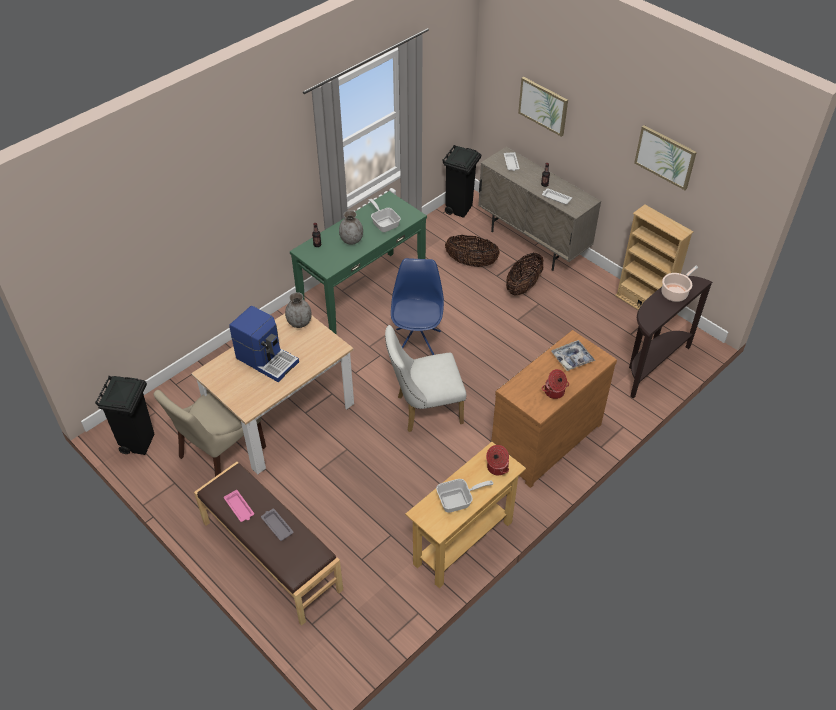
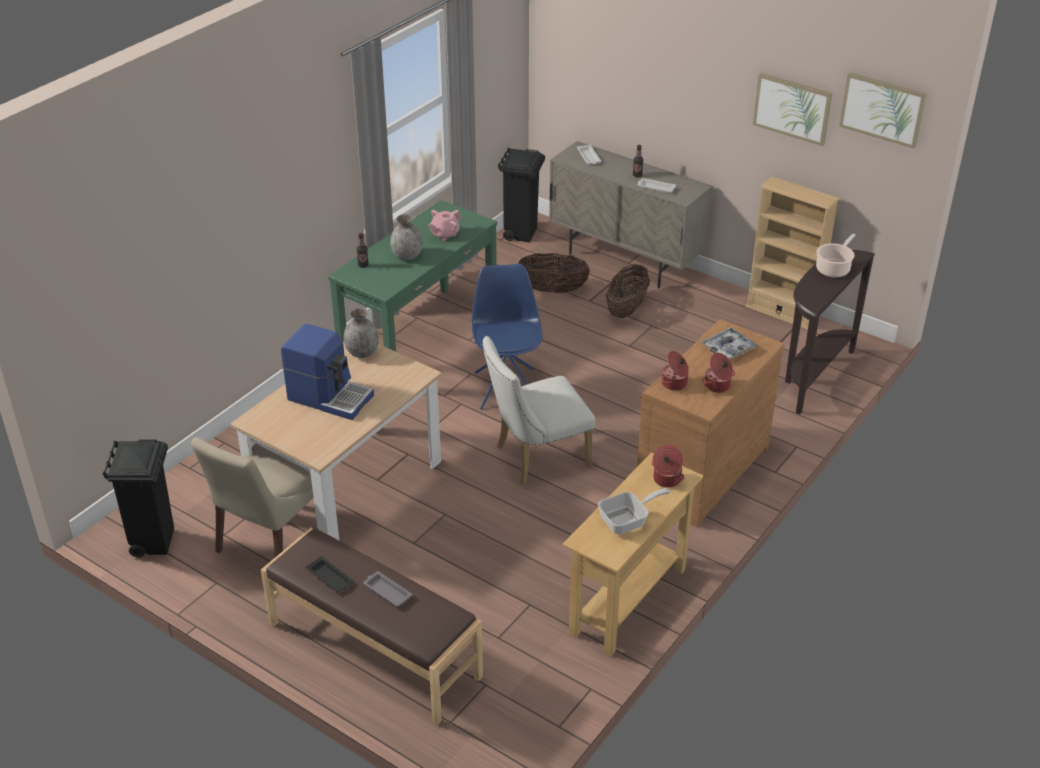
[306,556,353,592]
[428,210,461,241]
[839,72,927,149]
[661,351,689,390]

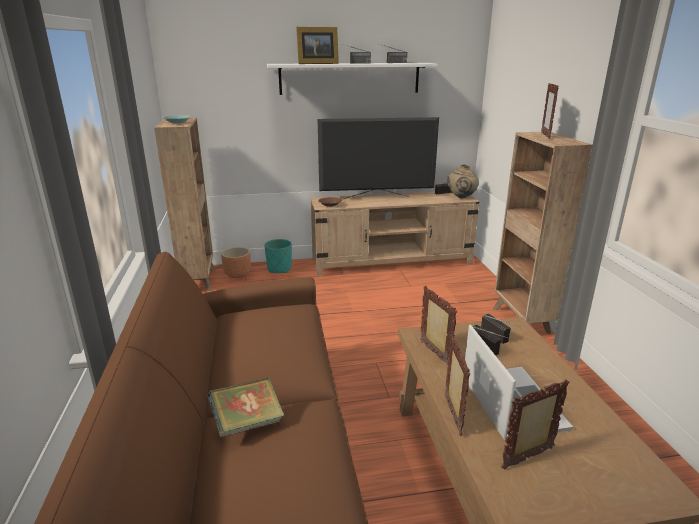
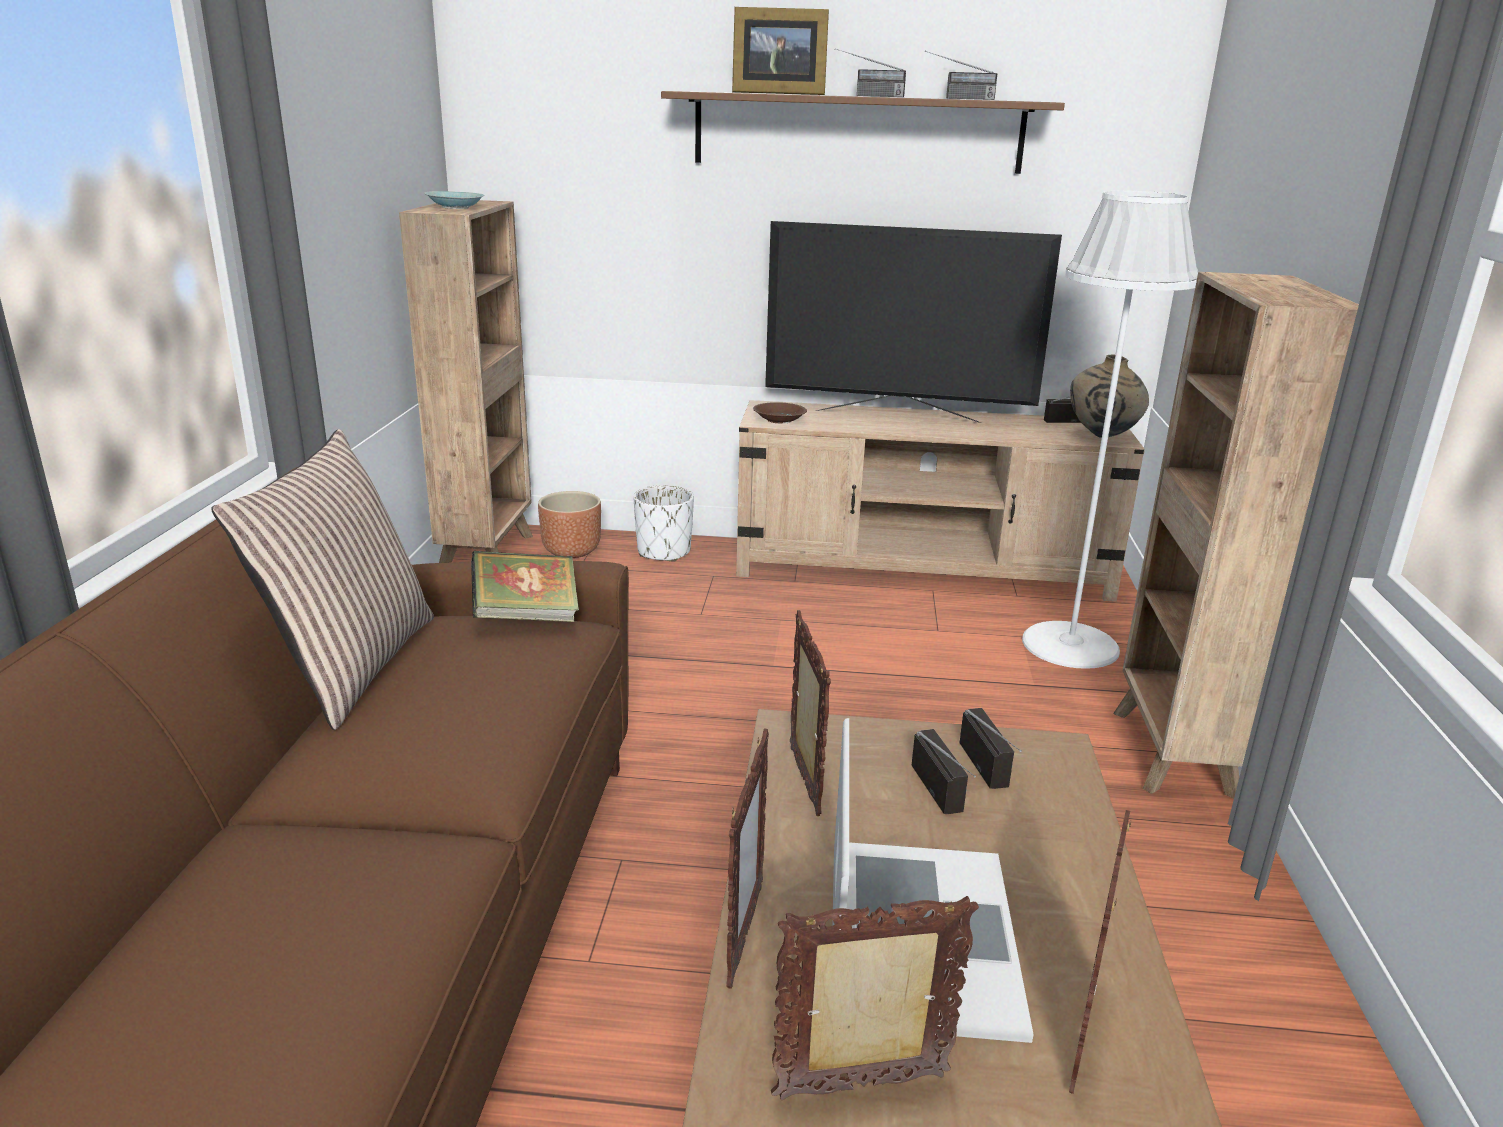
[471,551,579,622]
[633,485,694,562]
[661,91,1065,174]
[1069,810,1131,1094]
[211,429,434,730]
[1022,191,1198,669]

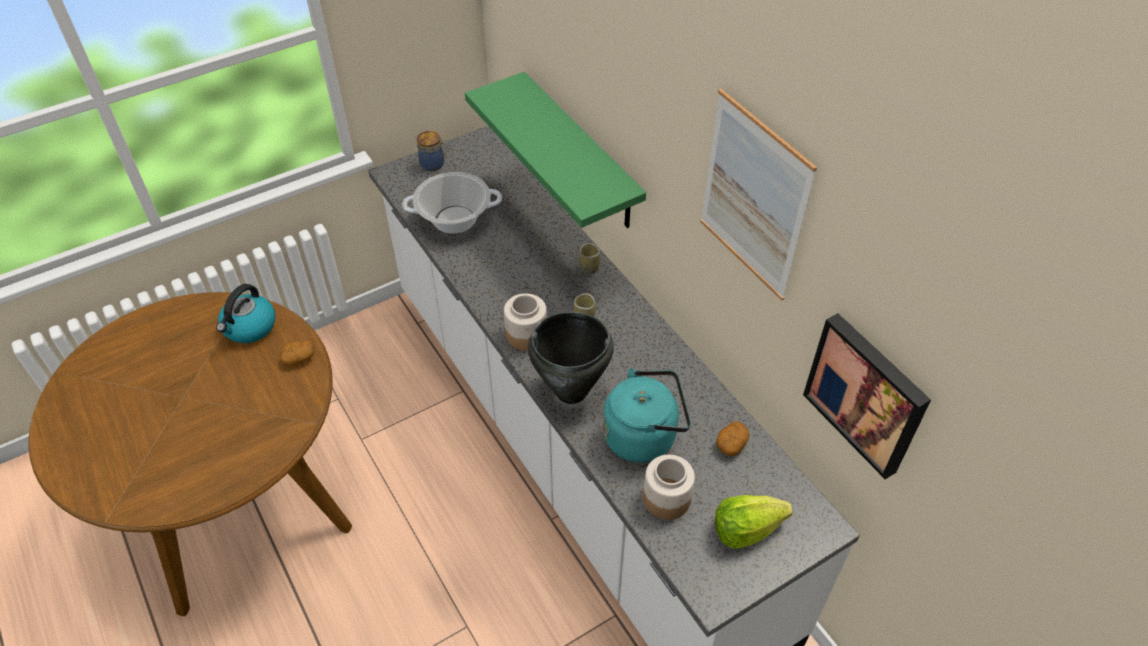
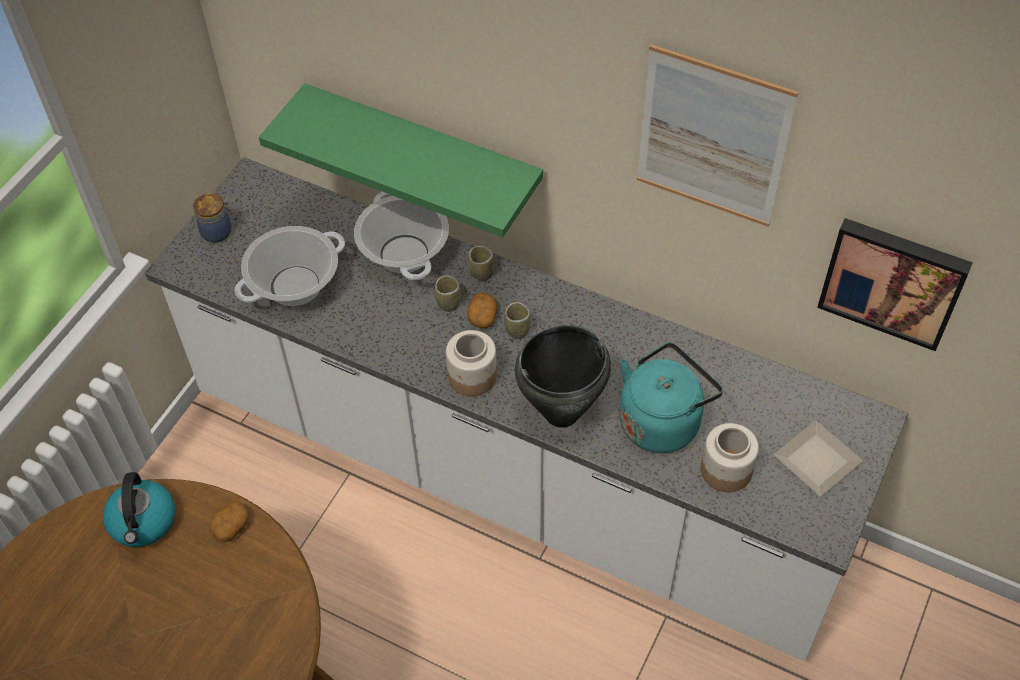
[774,421,863,496]
[467,293,497,328]
[354,192,449,280]
[435,275,461,312]

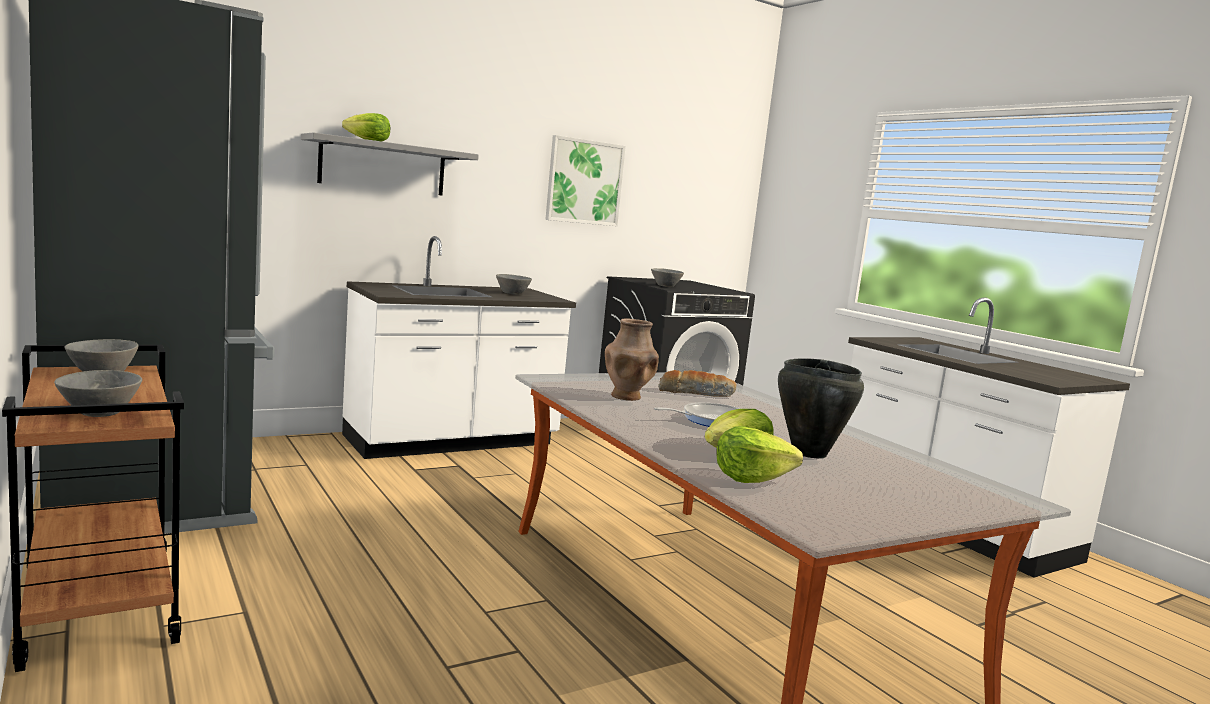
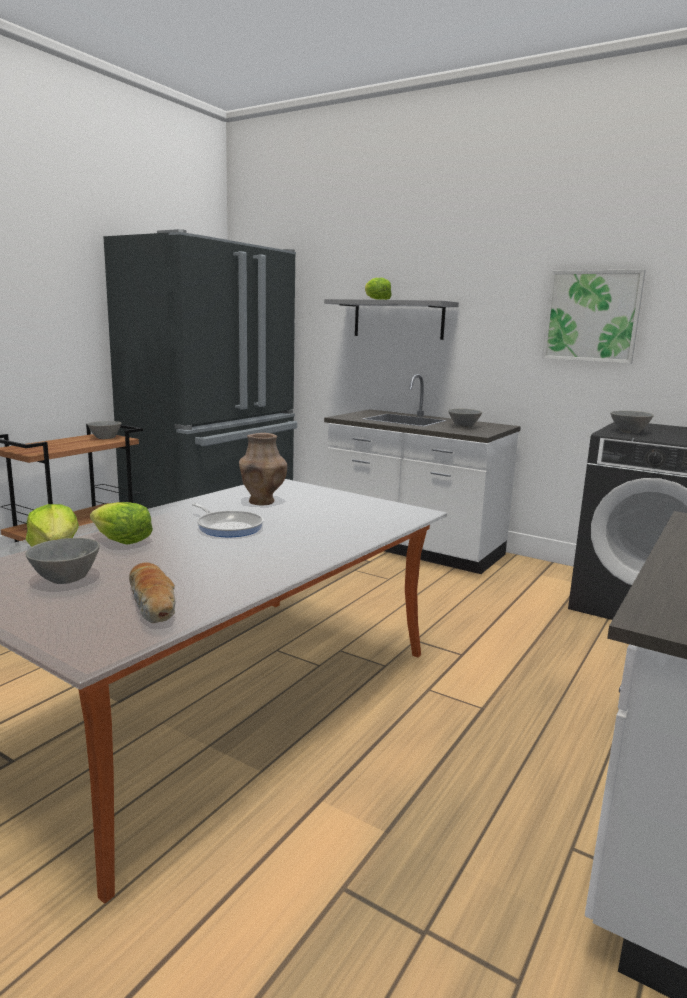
[25,538,100,584]
[129,562,175,623]
[778,358,864,458] (first image)

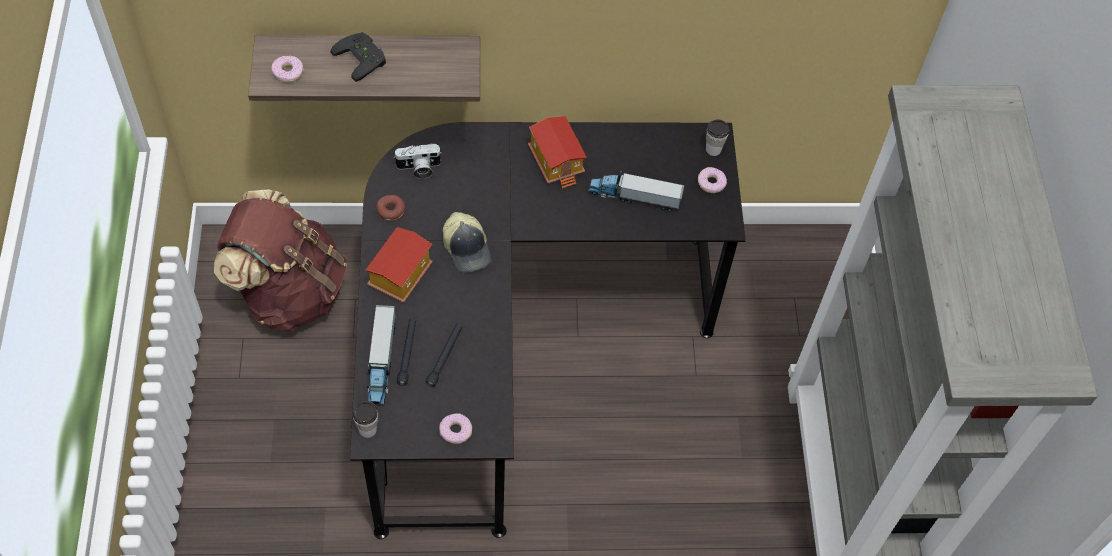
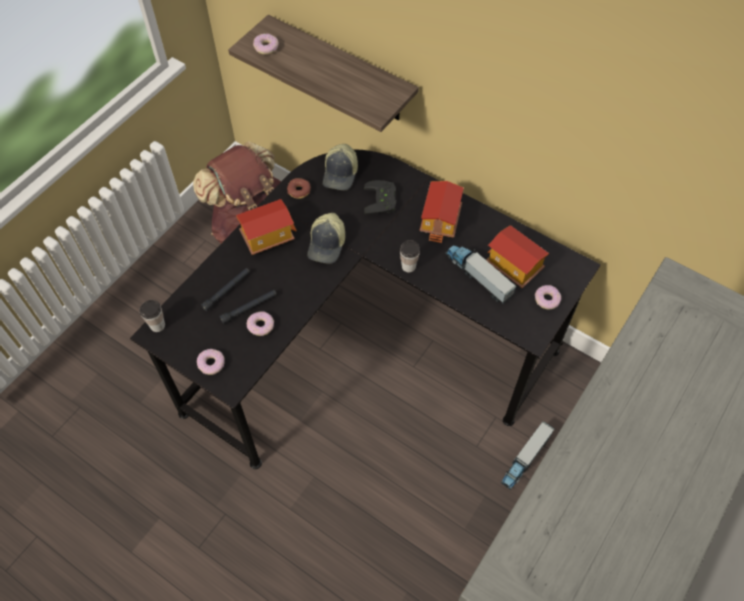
[364,180,396,215]
[500,421,554,490]
[323,144,358,190]
[400,240,420,272]
[247,311,274,336]
[486,225,549,288]

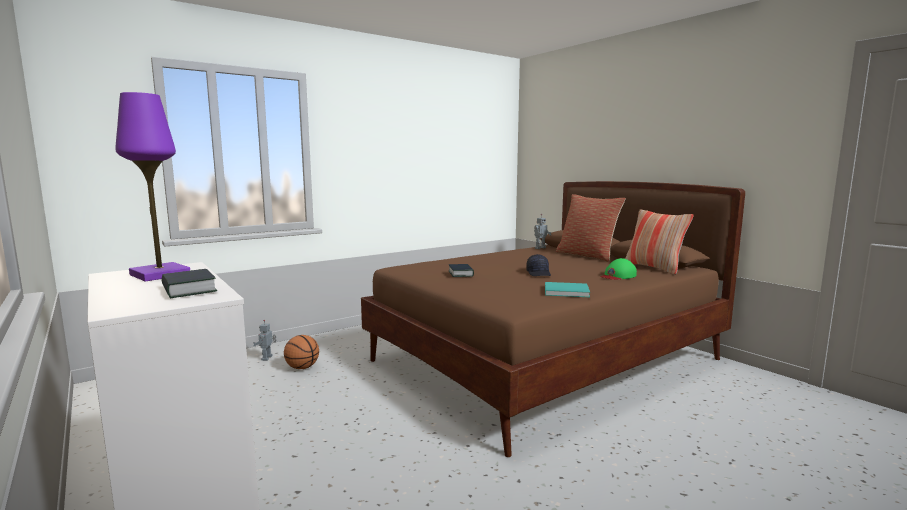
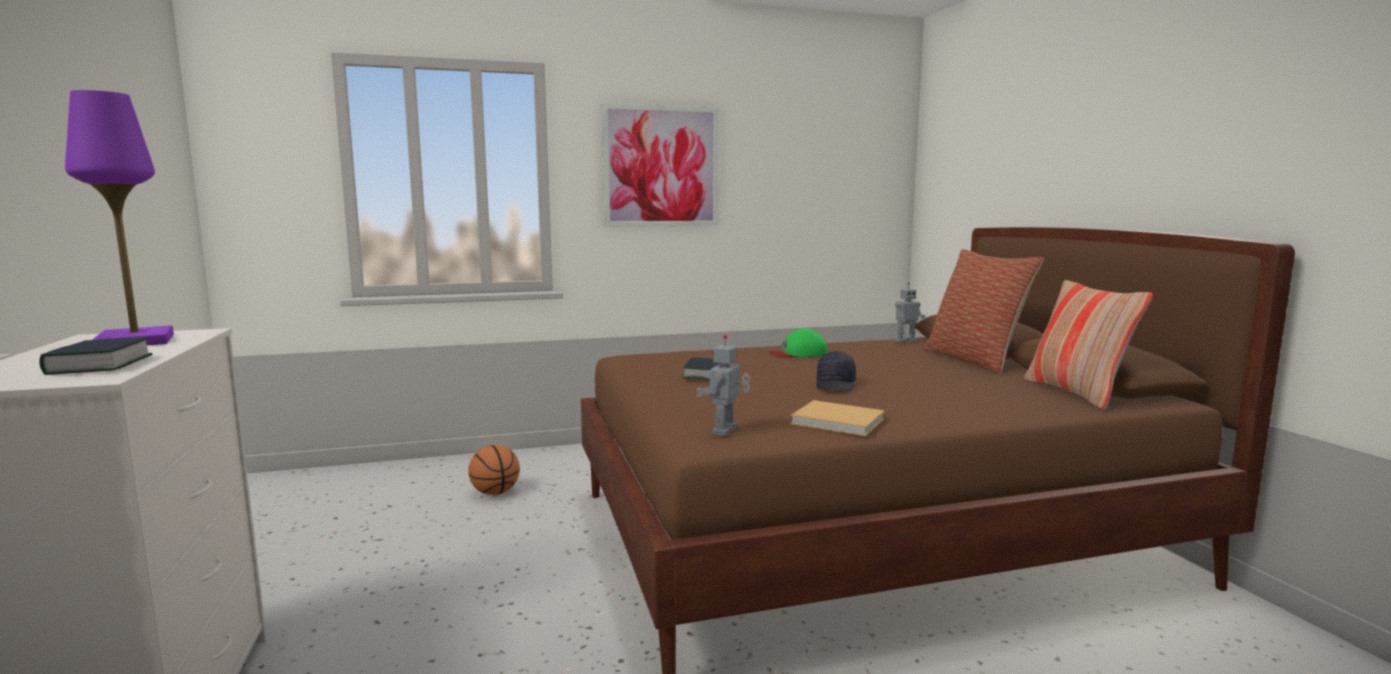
[696,335,751,436]
[790,400,885,436]
[769,328,828,357]
[602,103,719,227]

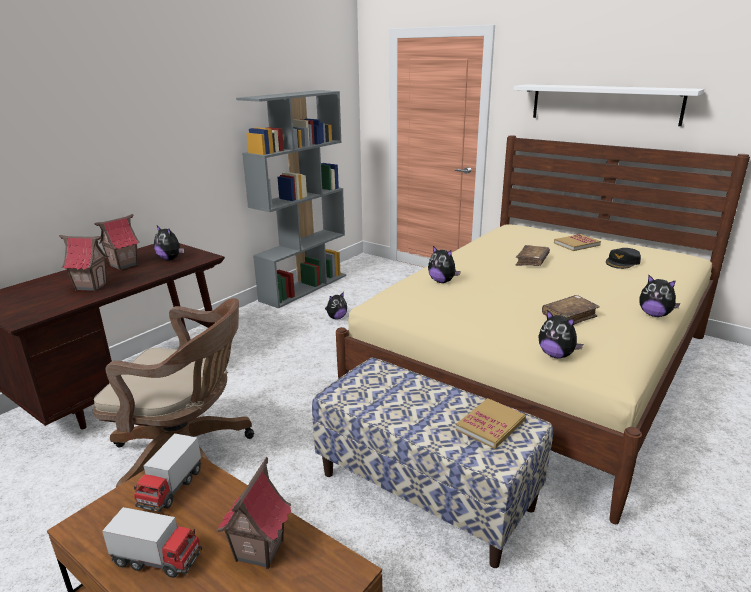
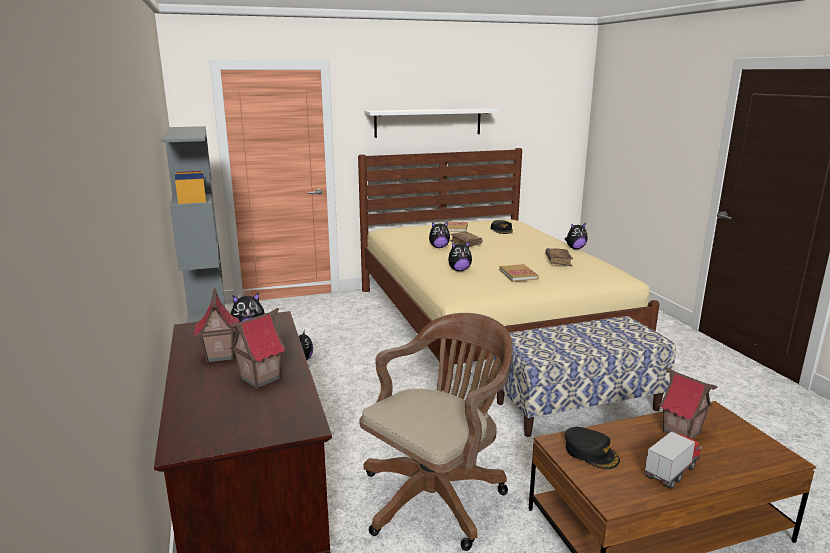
[565,427,620,469]
[499,264,539,282]
[429,221,450,248]

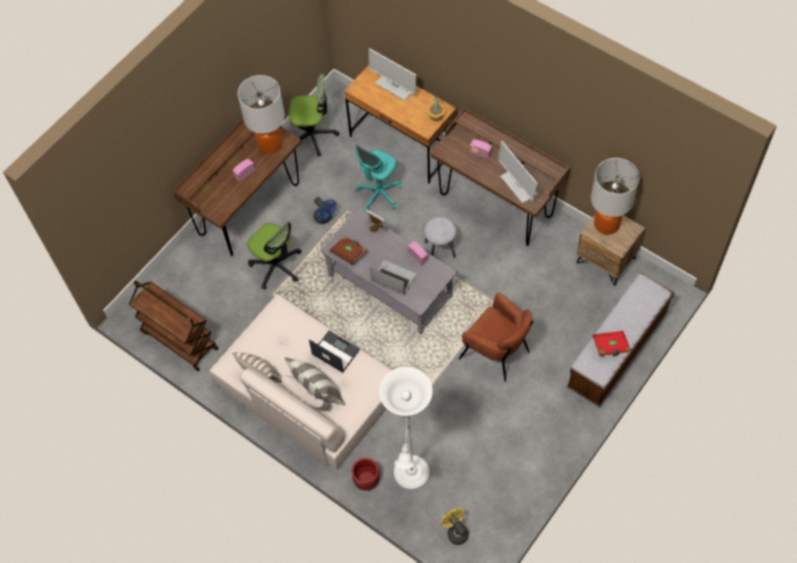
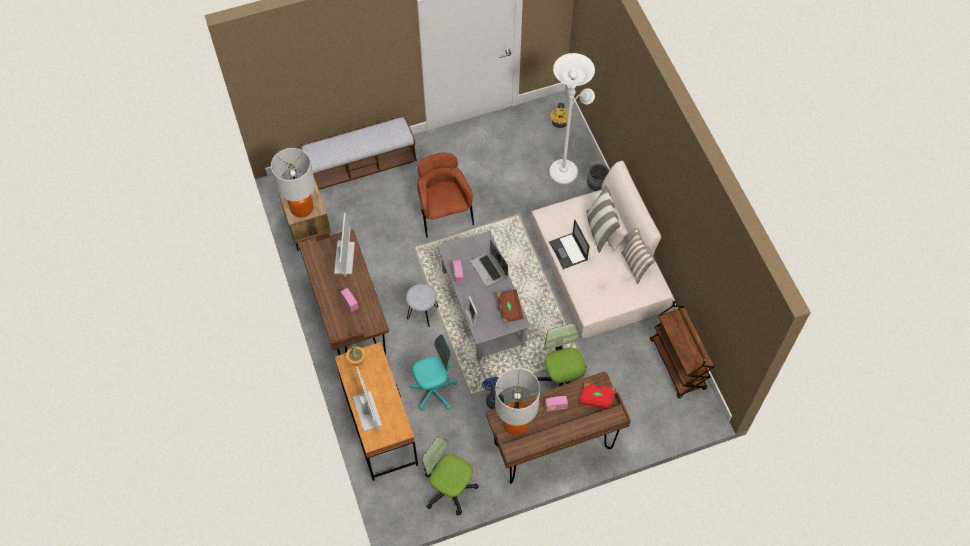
[587,164,610,191]
[579,383,616,409]

